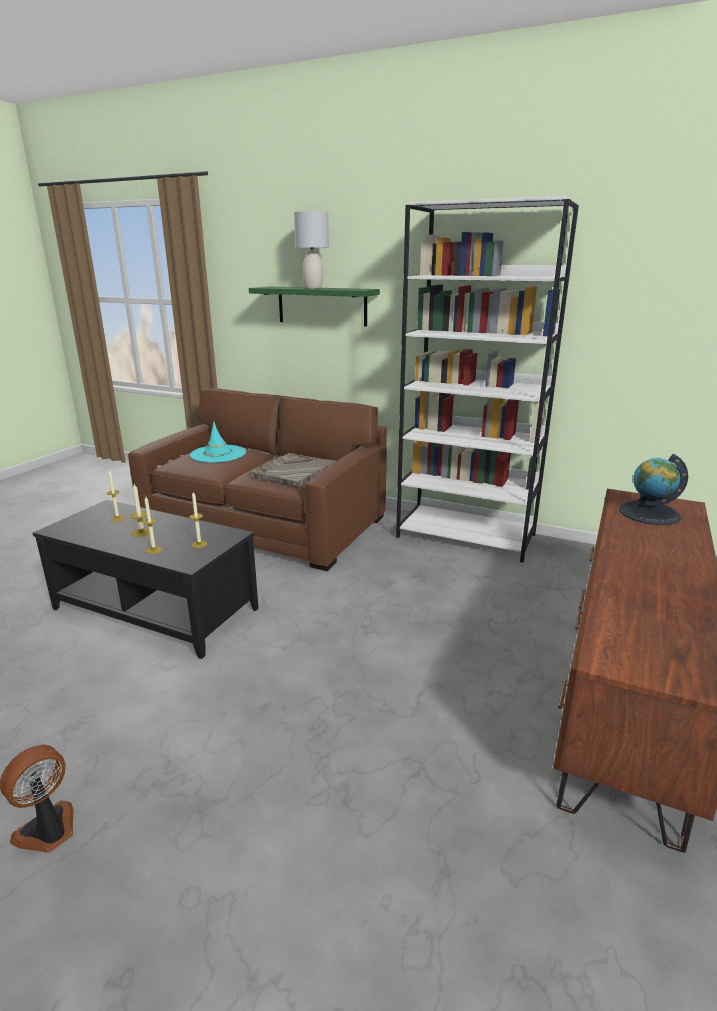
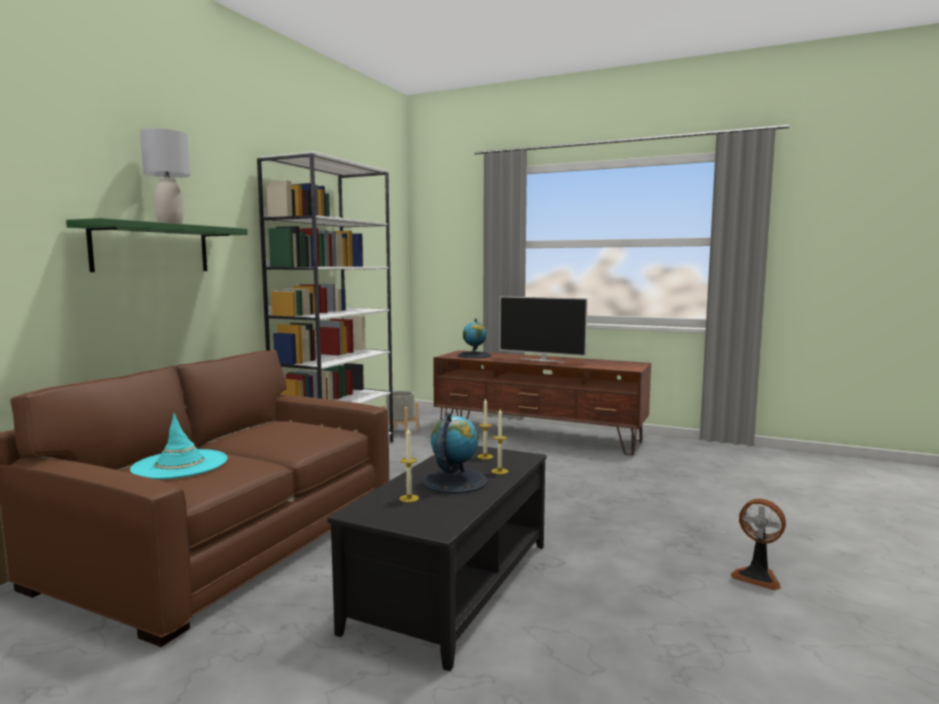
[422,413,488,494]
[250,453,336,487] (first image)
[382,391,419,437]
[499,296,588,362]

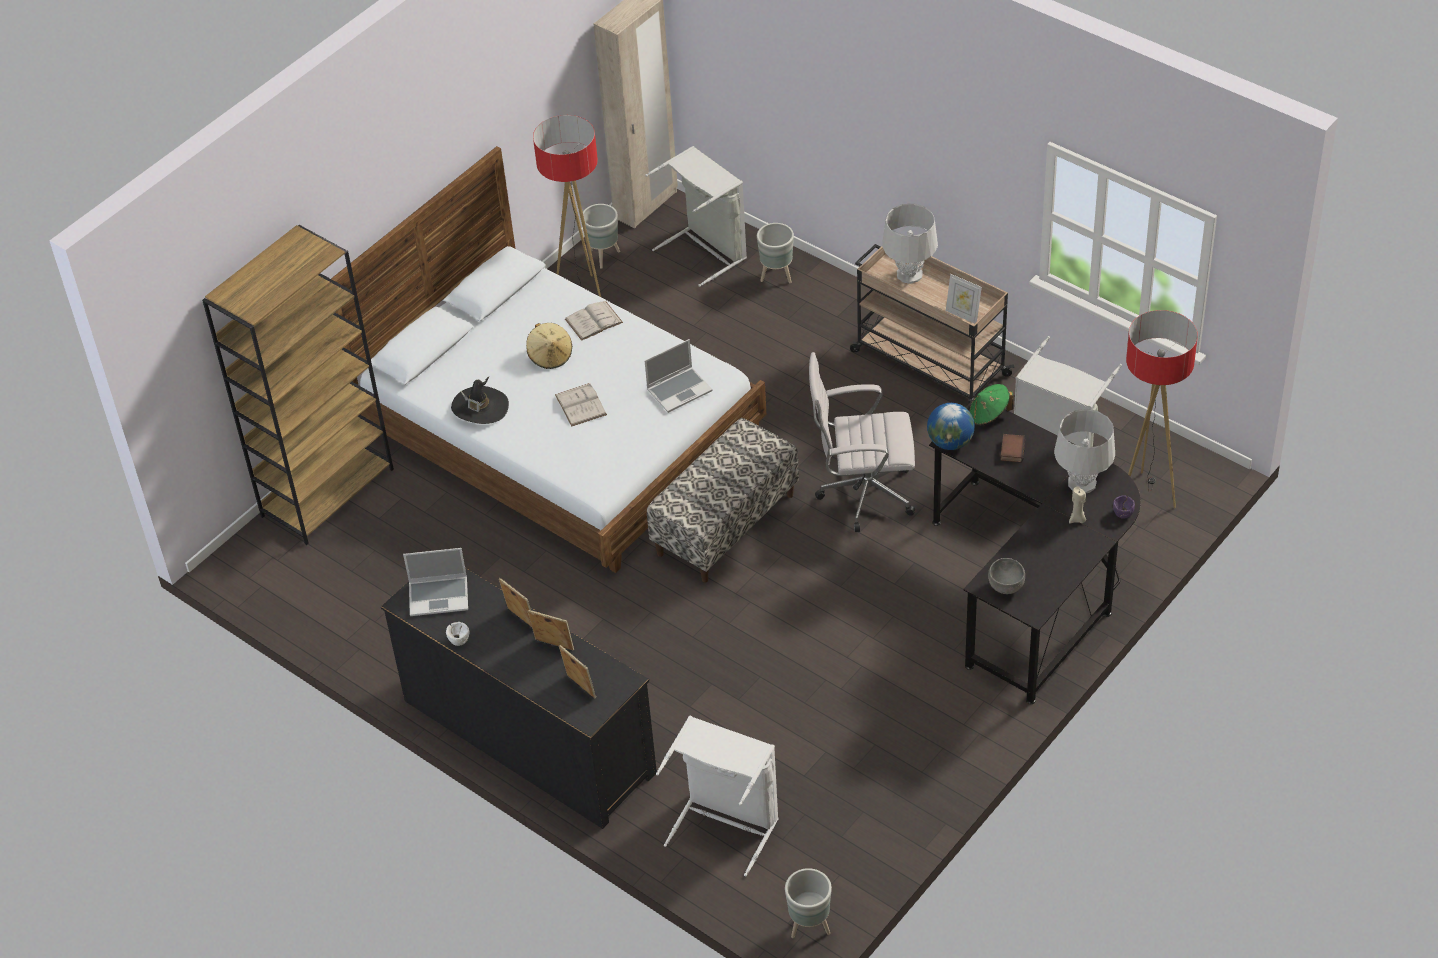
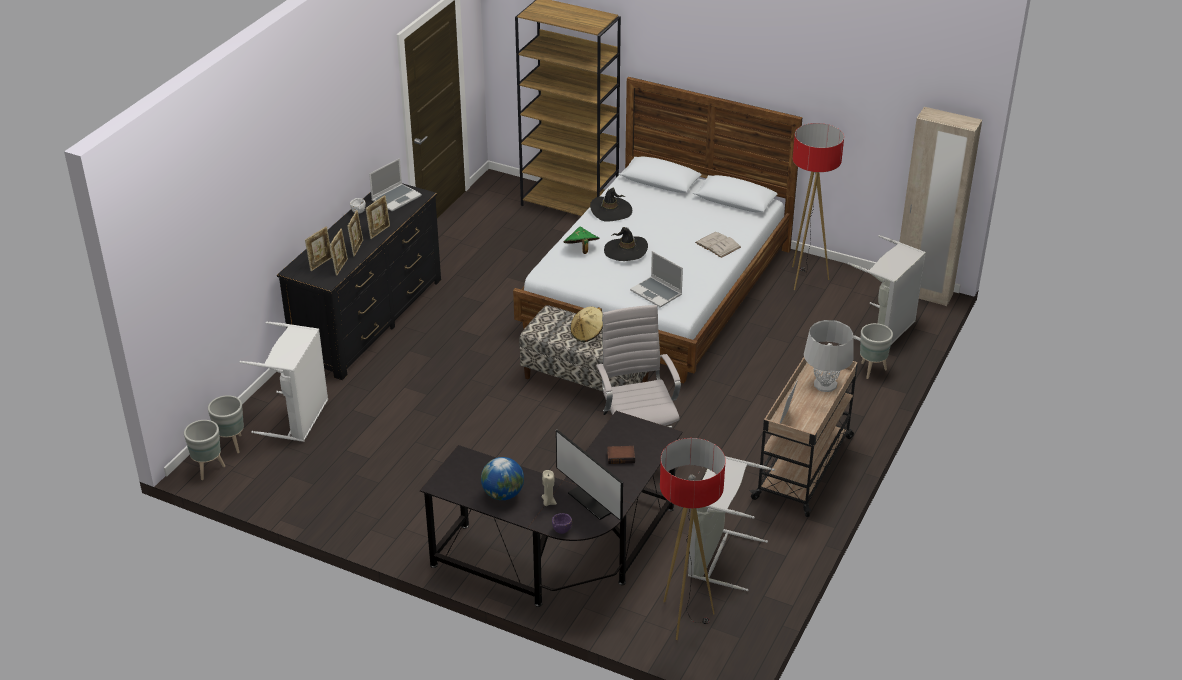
[369,158,422,212]
[570,307,603,342]
[604,227,648,261]
[208,395,244,453]
[481,457,524,500]
[563,226,600,254]
[988,558,1025,594] (first image)
[556,429,623,521]
[330,229,348,276]

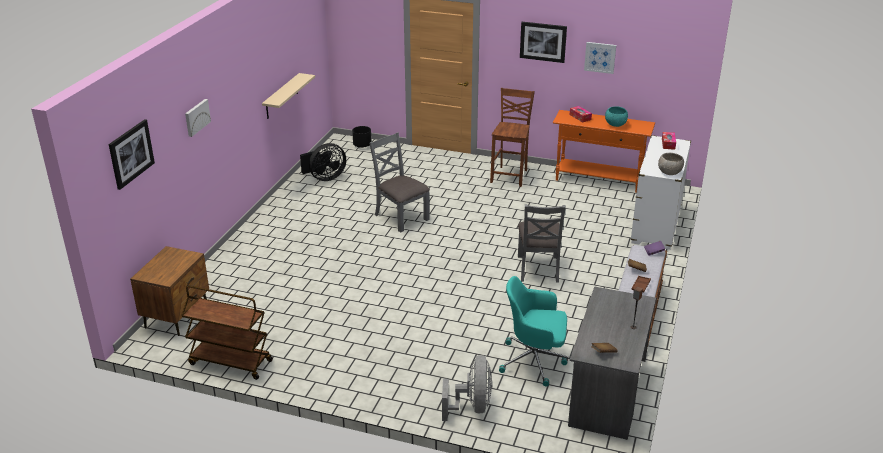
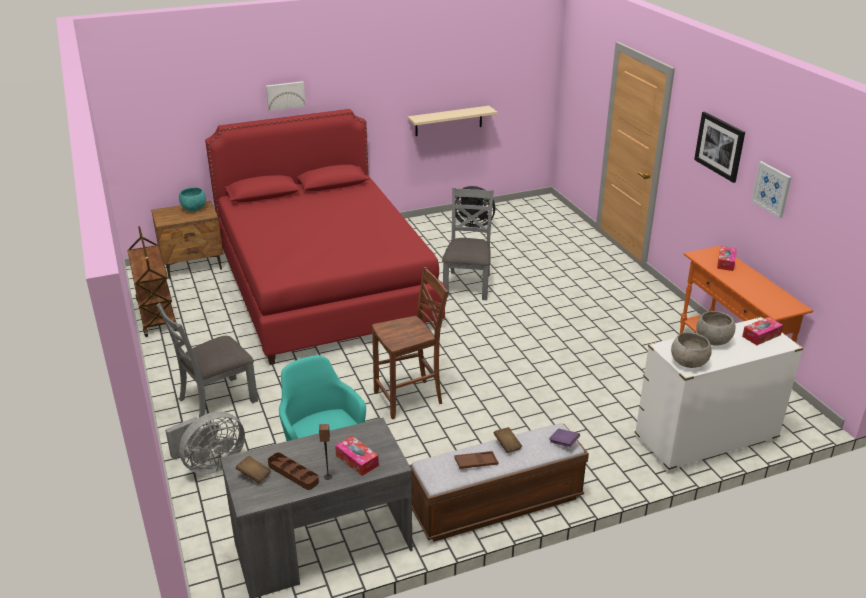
[109,119,155,190] (first image)
[352,126,372,148] (first image)
[372,267,448,419]
[156,303,258,418]
[179,187,206,211]
[205,109,445,365]
[268,453,319,490]
[335,436,379,476]
[696,311,735,346]

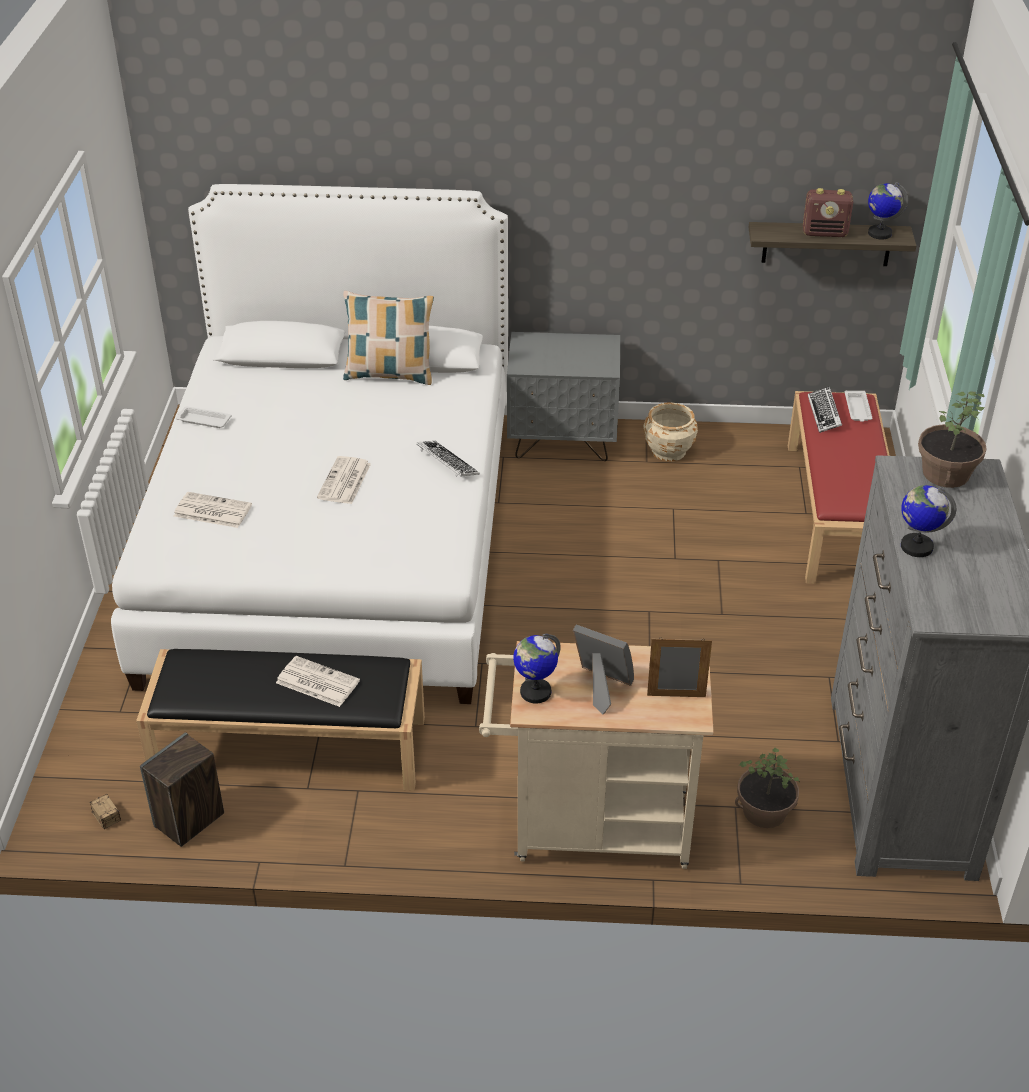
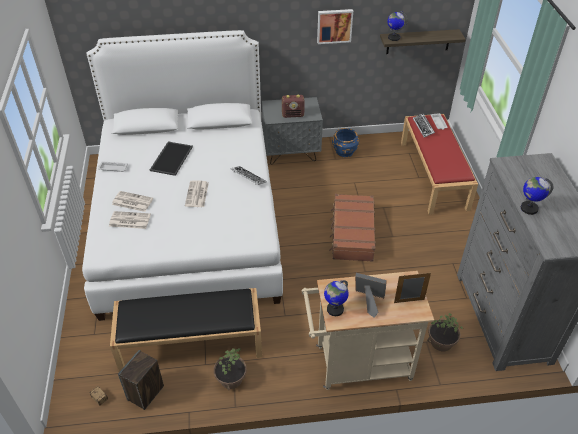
[112,191,153,212]
[343,291,434,385] (first image)
[332,128,359,158]
[282,95,305,118]
[387,11,408,41]
[214,348,247,390]
[150,141,193,176]
[317,9,353,44]
[329,194,376,262]

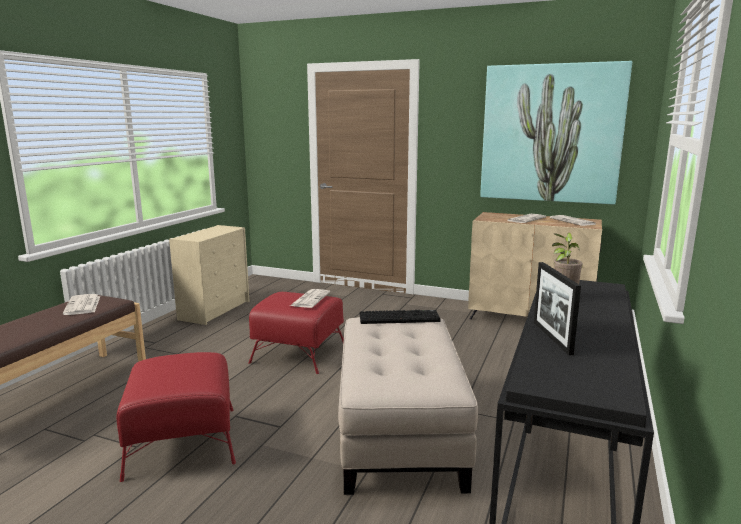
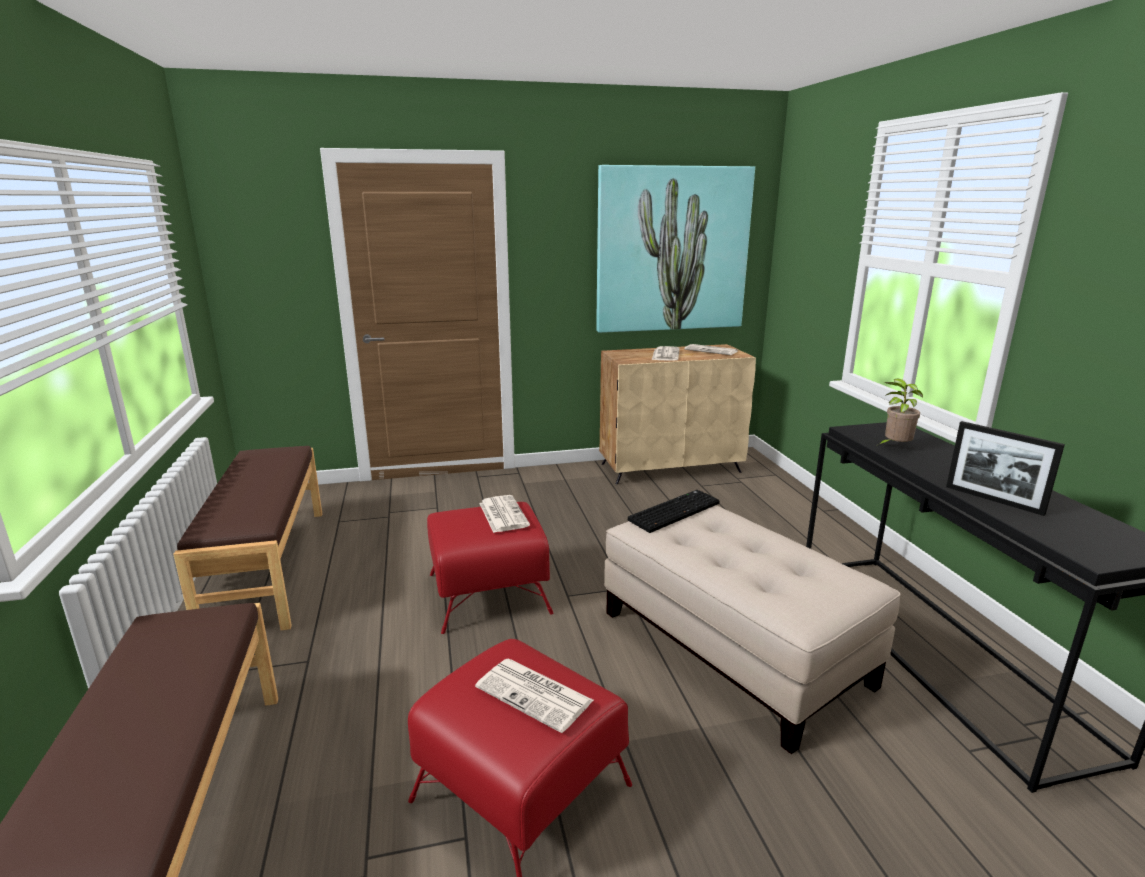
[475,659,594,733]
[173,446,322,630]

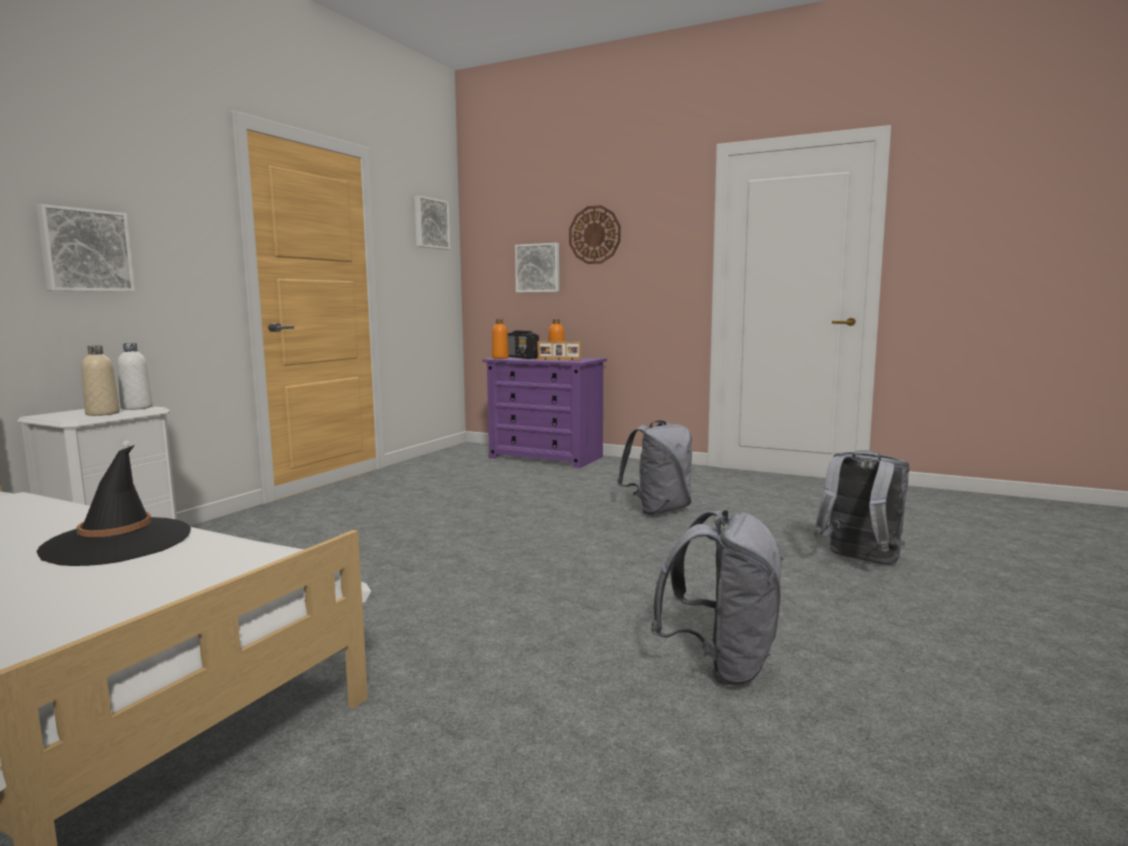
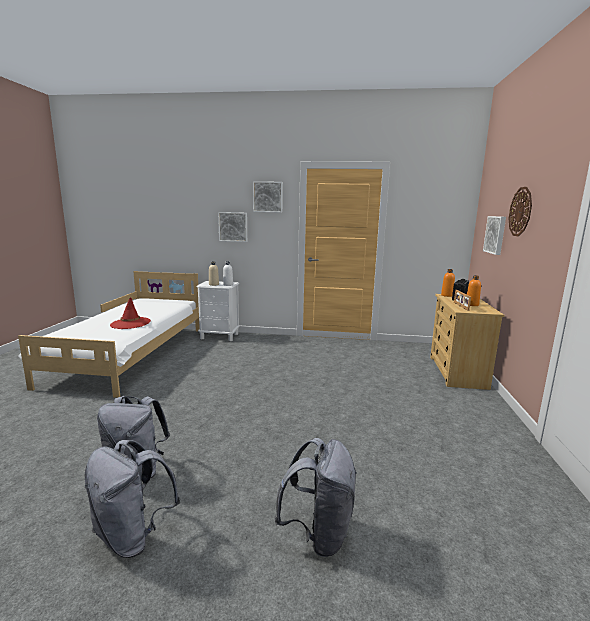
[110,297,151,329]
[253,181,283,213]
[430,294,504,390]
[85,440,180,558]

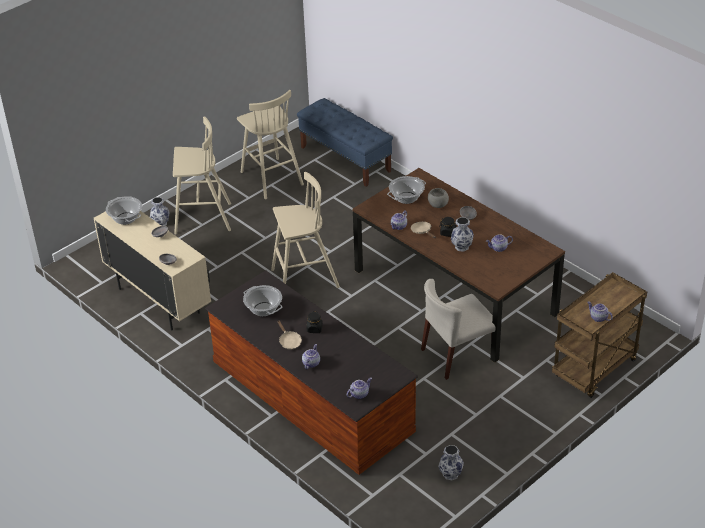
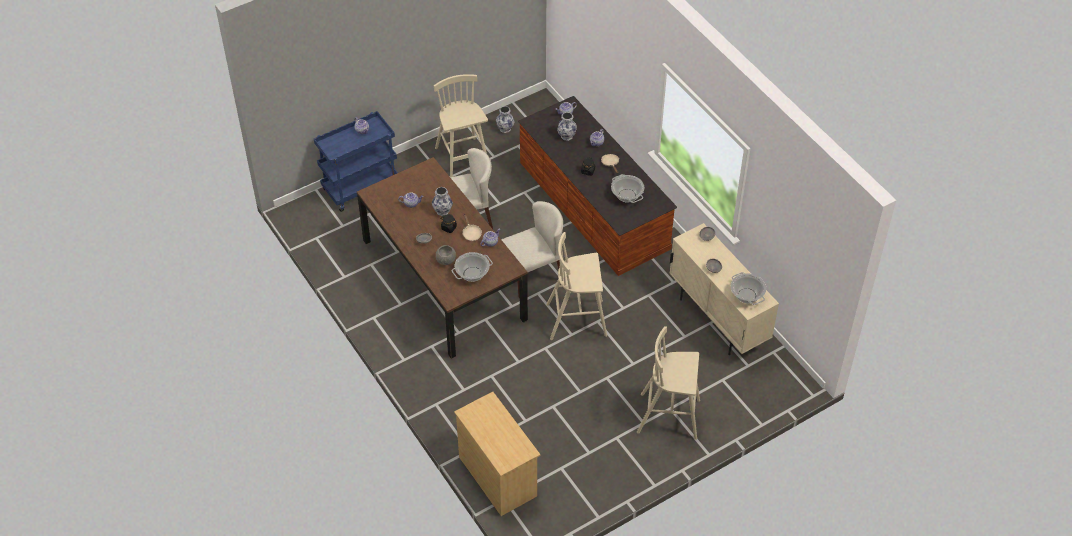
[557,112,577,141]
[434,74,488,177]
[454,392,540,516]
[314,111,398,212]
[501,201,563,298]

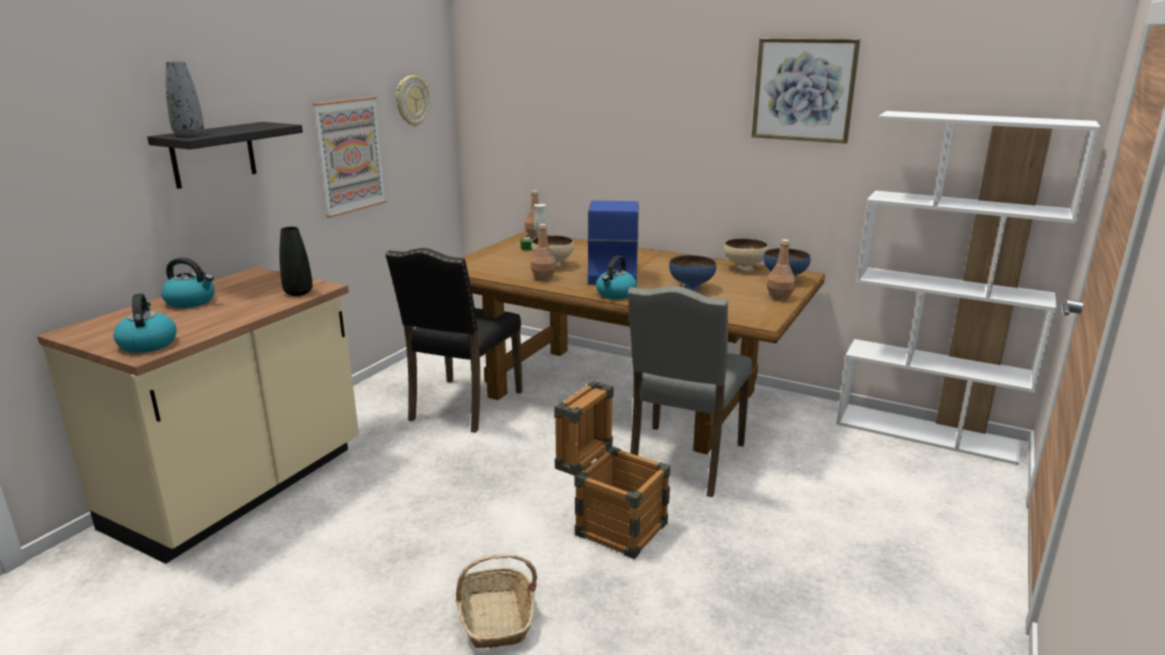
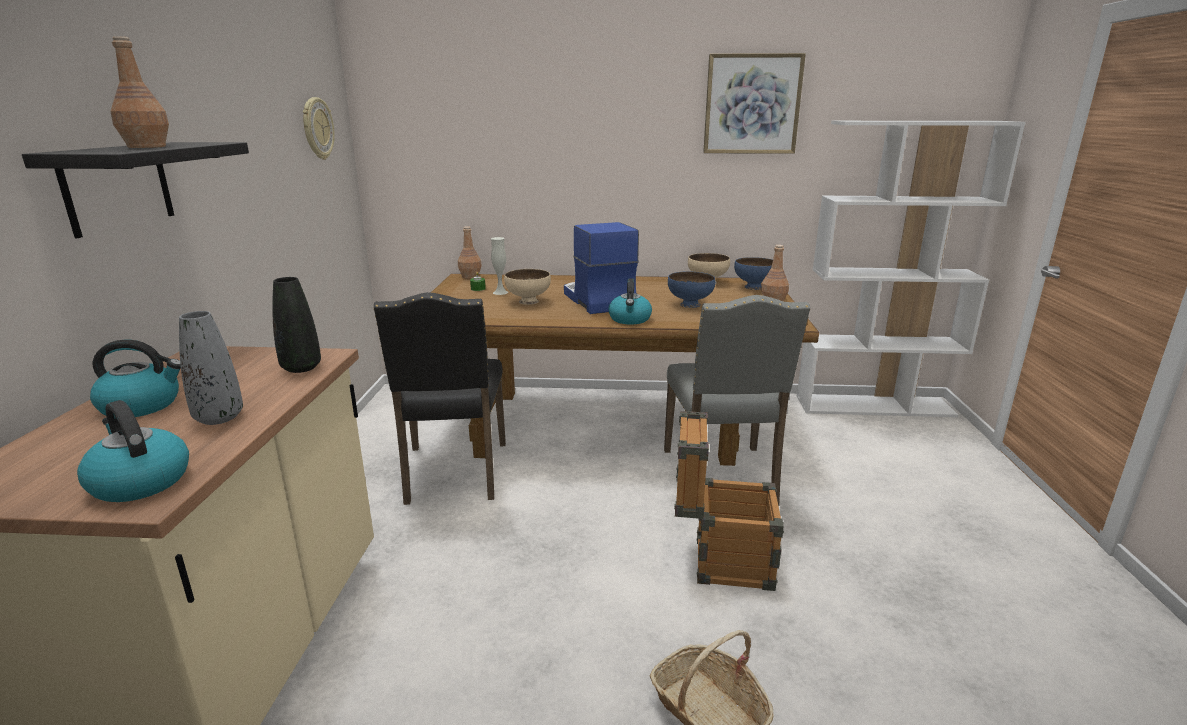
[179,311,243,425]
[313,97,387,218] (first image)
[110,36,169,148]

